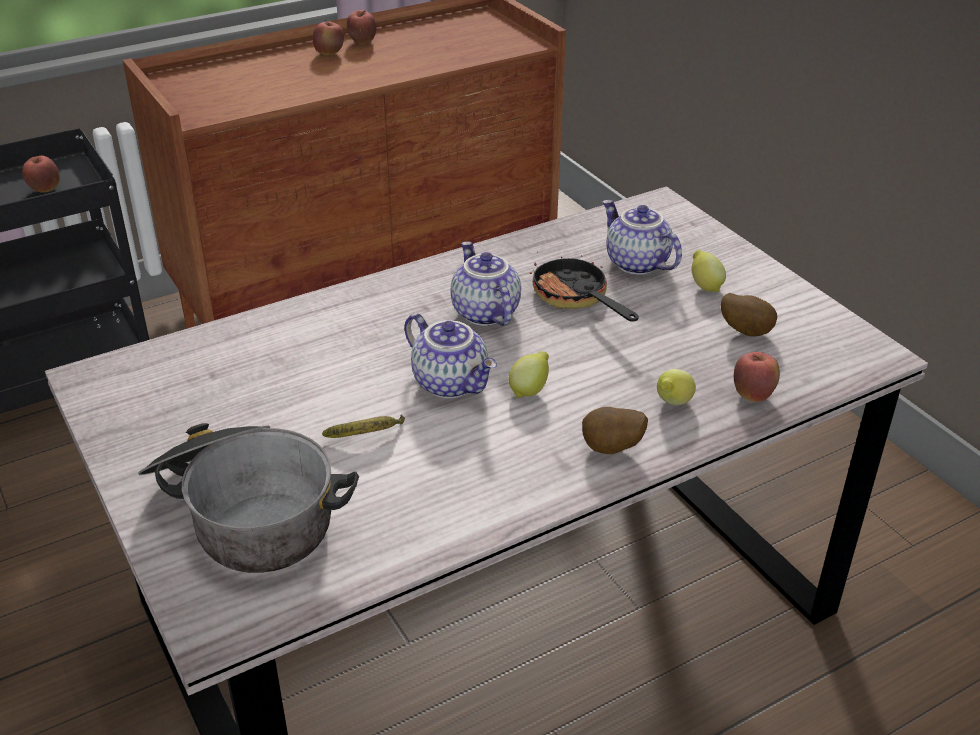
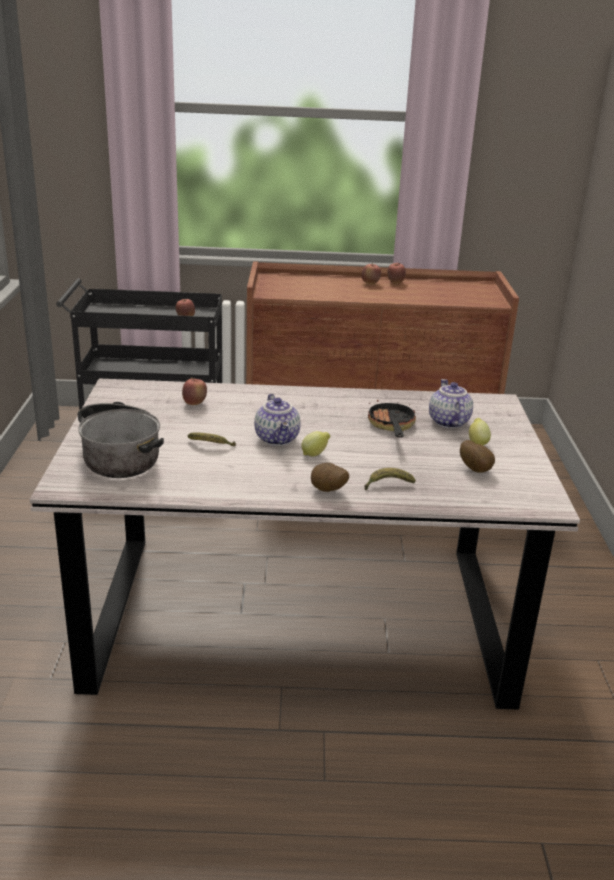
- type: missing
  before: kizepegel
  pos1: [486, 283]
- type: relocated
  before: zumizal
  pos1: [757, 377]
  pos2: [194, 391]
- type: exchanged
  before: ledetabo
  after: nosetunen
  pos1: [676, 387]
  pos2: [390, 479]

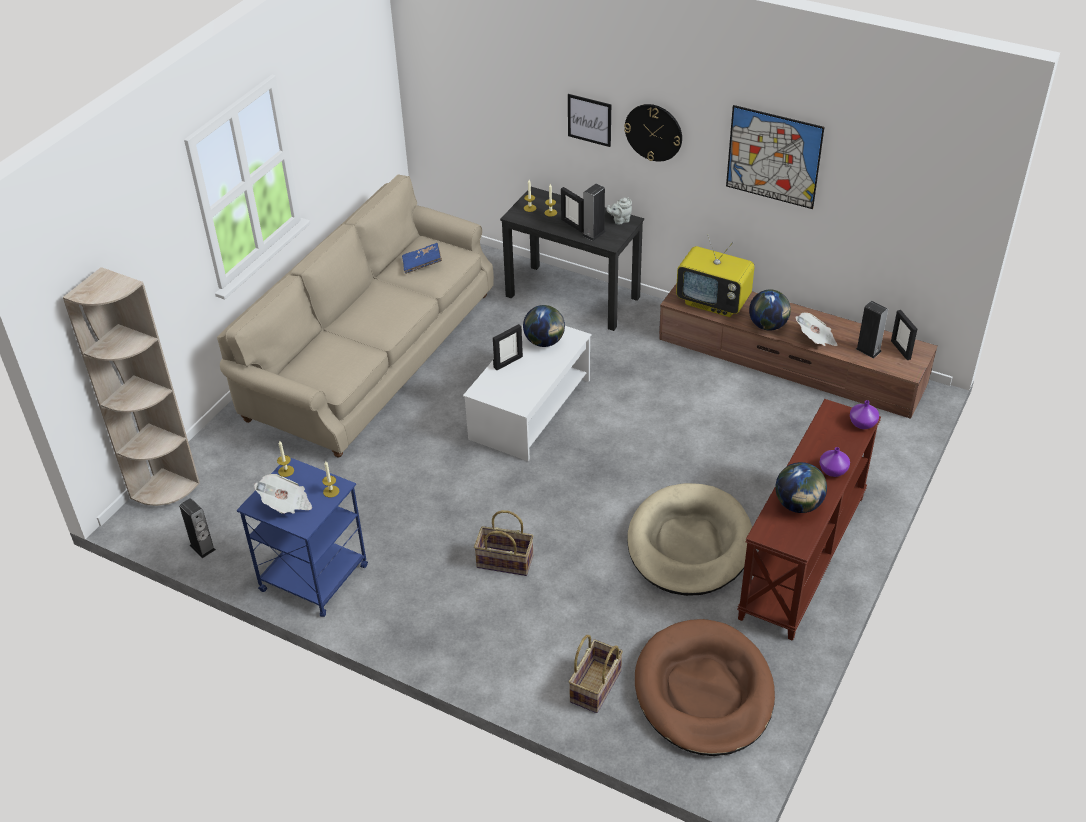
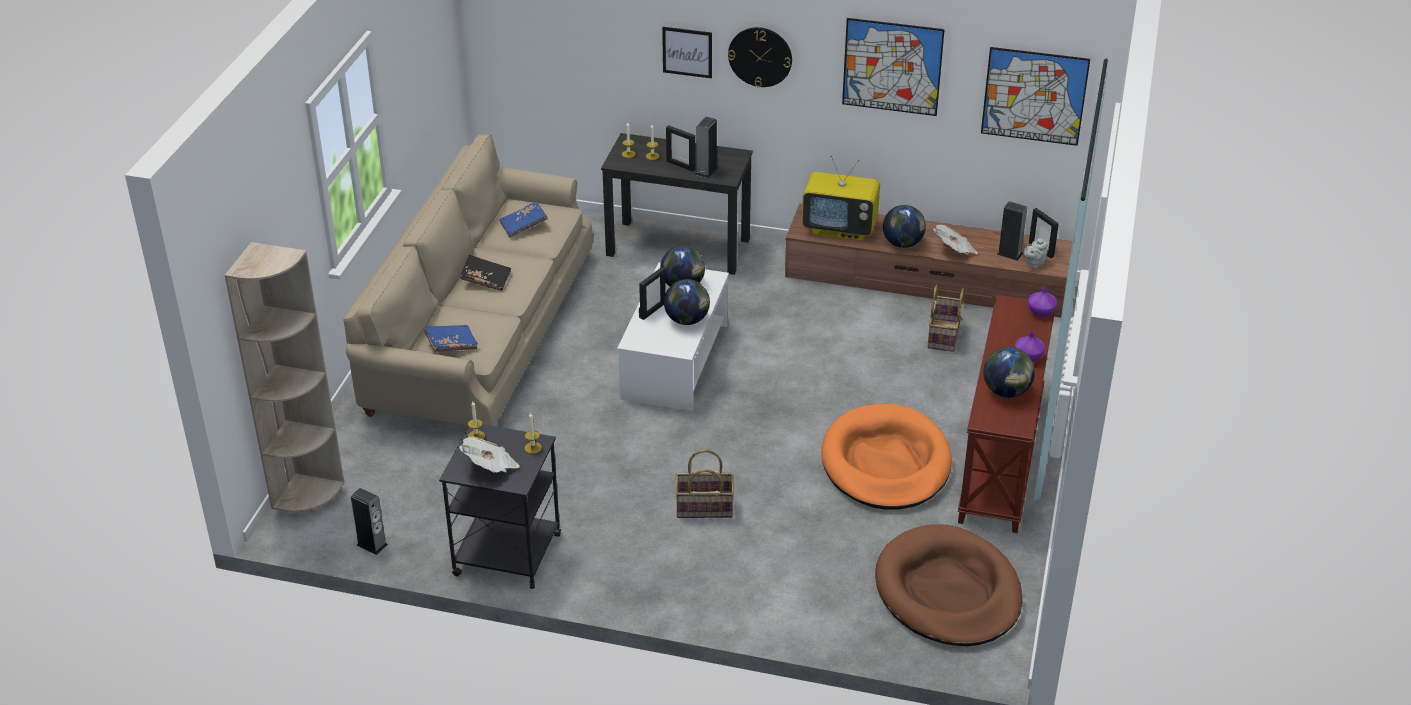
- type: relocated
  before: grey_kizepegel
  pos1: [619, 211]
  pos2: [1036, 253]
- type: colour
  before: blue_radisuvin
  after: black_radisuvin
  pos1: [302, 537]
  pos2: [500, 506]
- type: colour
  before: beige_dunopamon
  after: orange_dunopamon
  pos1: [689, 539]
  pos2: [886, 456]
- type: relocated
  before: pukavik
  pos1: [595, 674]
  pos2: [945, 318]
- type: appeared
  after: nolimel
  pos2: [1035, 96]
- type: appeared
  after: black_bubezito
  pos2: [485, 273]
- type: appeared
  after: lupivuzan
  pos2: [687, 302]
- type: appeared
  after: blue_bubezito
  pos2: [451, 338]

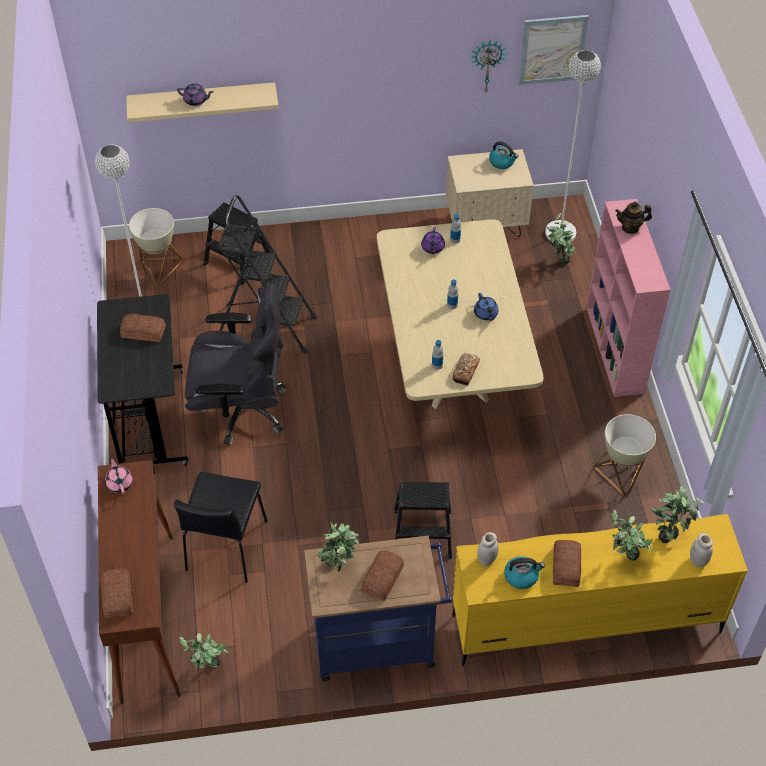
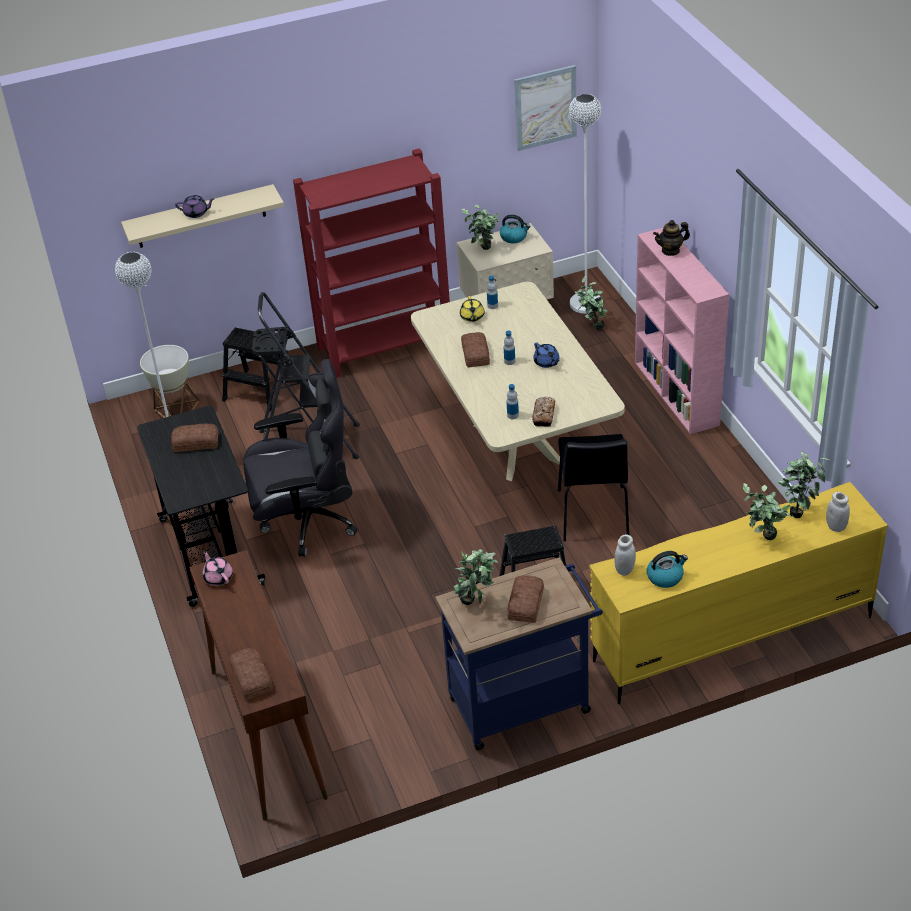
- type: missing
  before: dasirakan
  pos1: [489, 66]
- type: colour
  before: purple_kizepegel
  after: yellow_kizepegel
  pos1: [433, 240]
  pos2: [472, 309]
- type: missing
  before: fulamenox
  pos1: [625, 455]
- type: relocated
  before: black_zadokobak
  pos1: [221, 527]
  pos2: [593, 488]
- type: relocated
  before: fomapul
  pos1: [567, 563]
  pos2: [475, 350]
- type: relocated
  before: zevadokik
  pos1: [204, 651]
  pos2: [481, 227]
- type: appeared
  after: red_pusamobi
  pos2: [371, 263]

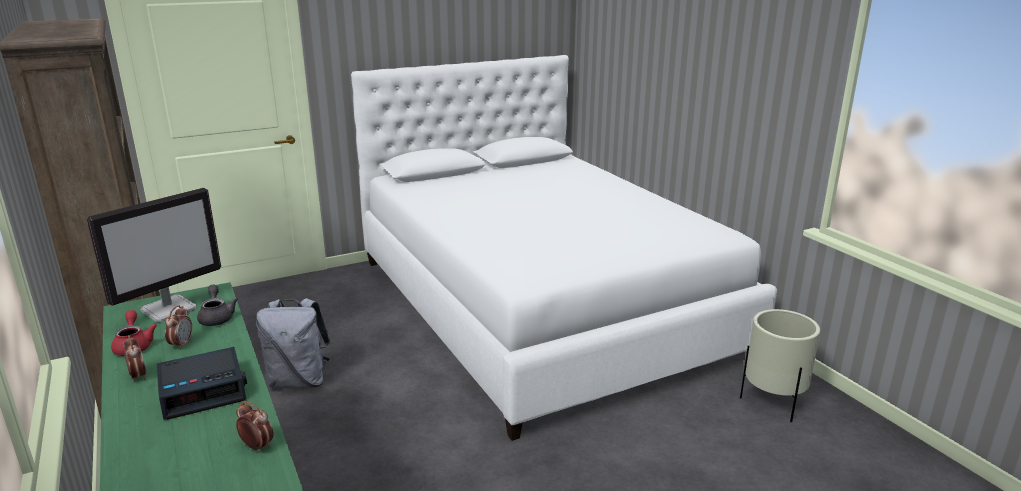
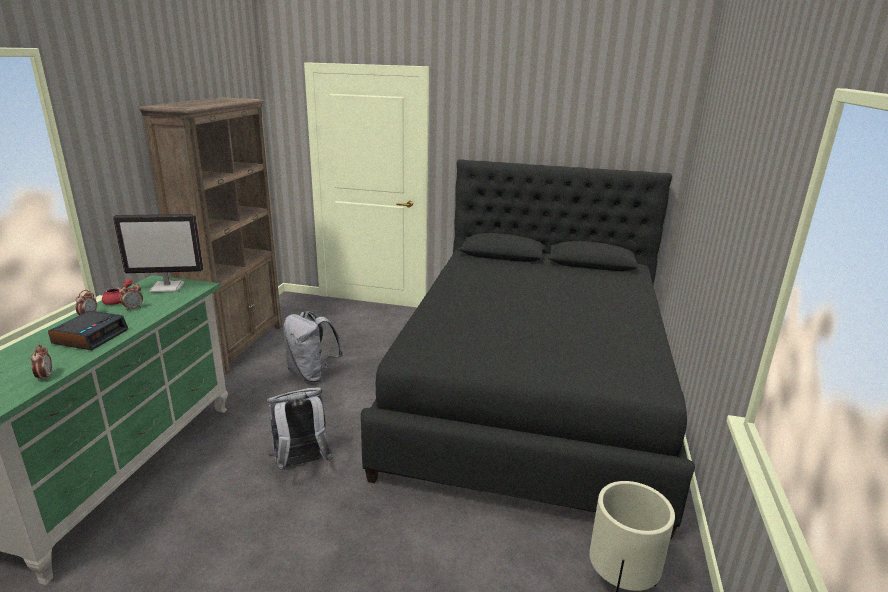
- type: colour
  before: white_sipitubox
  after: black_sipitubox
  pos1: [564, 248]
  pos2: [528, 349]
- type: missing
  before: grey_kizepegel
  pos1: [217, 305]
- type: spun
  before: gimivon
  pos1: [202, 383]
  pos2: [88, 330]
  turn: -90
- type: appeared
  after: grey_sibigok
  pos2: [300, 429]

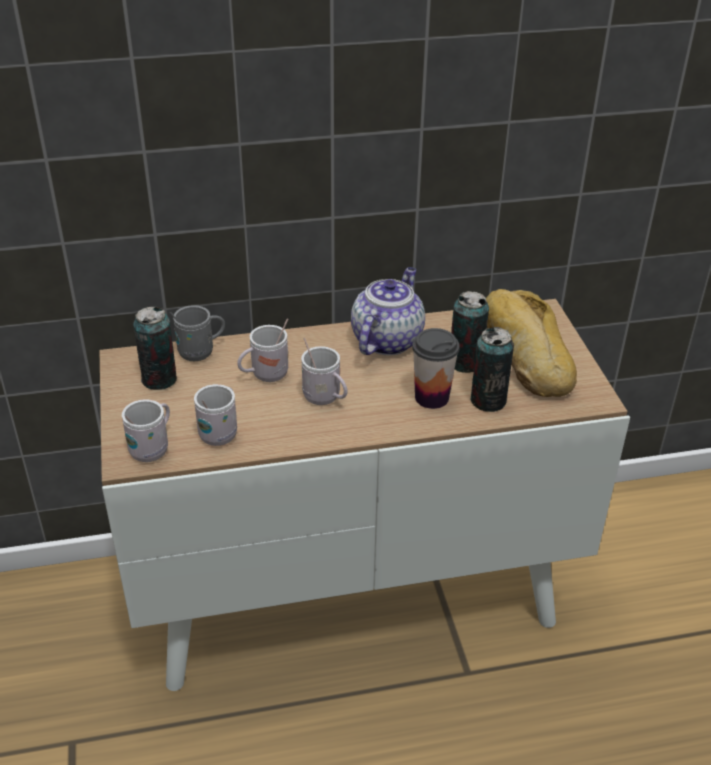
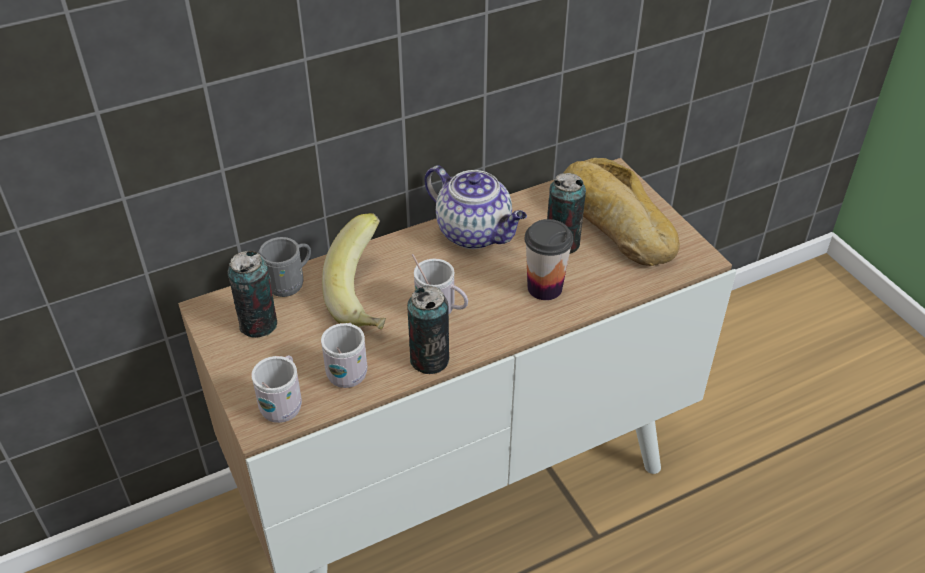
- type: spun
  before: kizepegel
  pos1: [388, 311]
  pos2: [476, 207]
  turn: 120
- type: exchanged
  before: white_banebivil
  after: nosetunen
  pos1: [262, 350]
  pos2: [354, 271]
- type: relocated
  before: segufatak
  pos1: [492, 369]
  pos2: [428, 329]

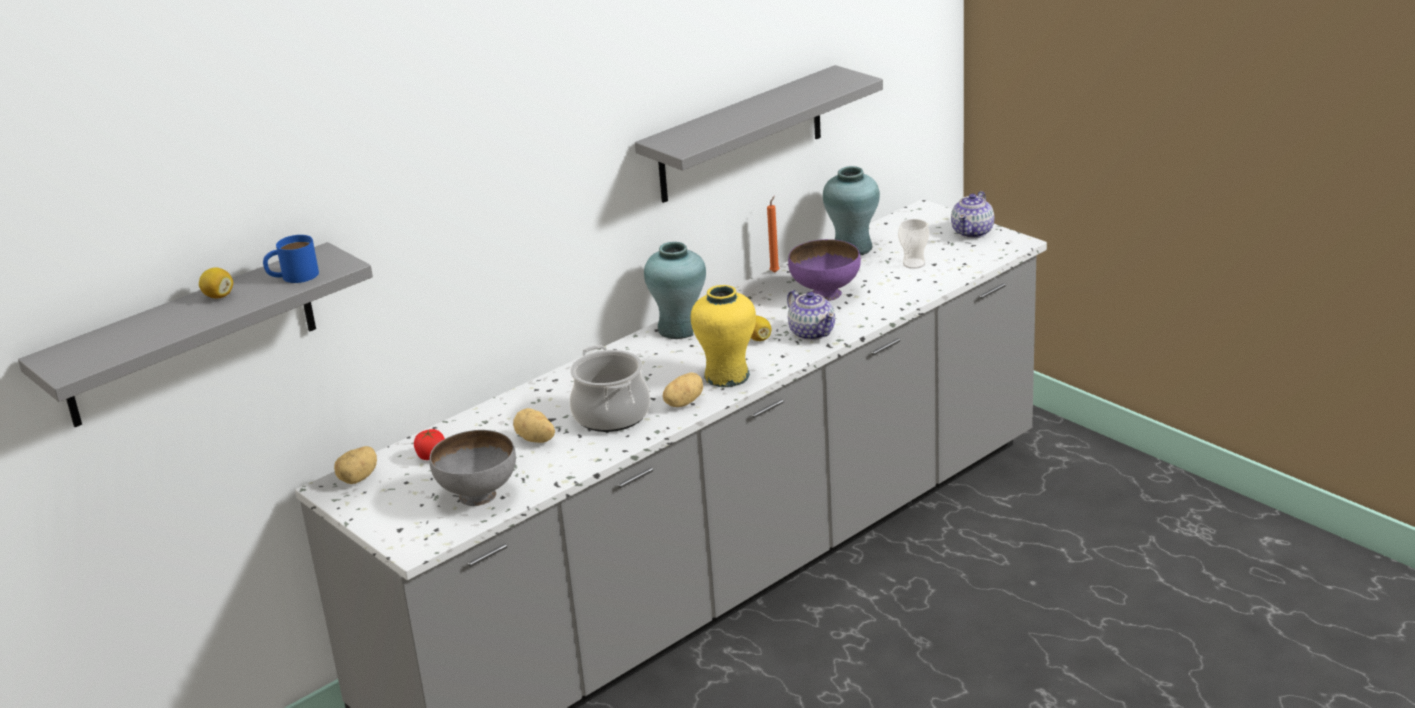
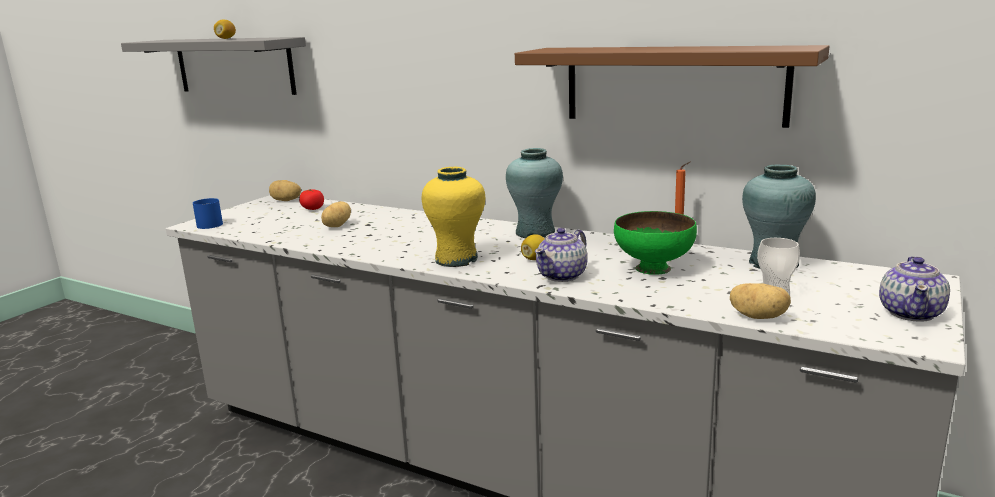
- type: colour
  before: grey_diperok
  after: brown_diperok
  pos1: [759, 134]
  pos2: [672, 86]
- type: spun
  before: kizepegel
  pos1: [972, 214]
  pos2: [914, 289]
  turn: -75
- type: relocated
  before: blue_banebivil
  pos1: [291, 259]
  pos2: [208, 213]
- type: colour
  before: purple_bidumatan
  after: green_bidumatan
  pos1: [824, 270]
  pos2: [655, 243]
- type: missing
  before: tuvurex
  pos1: [610, 388]
- type: relocated
  before: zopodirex
  pos1: [683, 389]
  pos2: [760, 301]
- type: missing
  before: grey_bidumatan
  pos1: [473, 468]

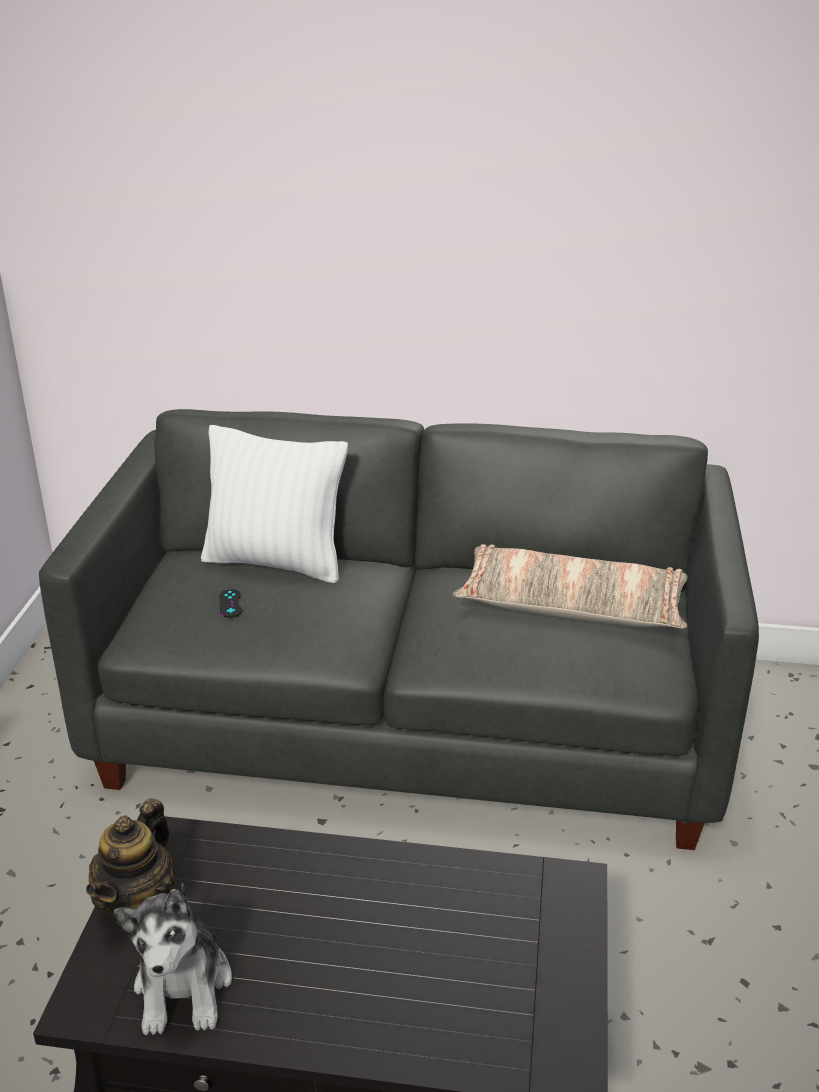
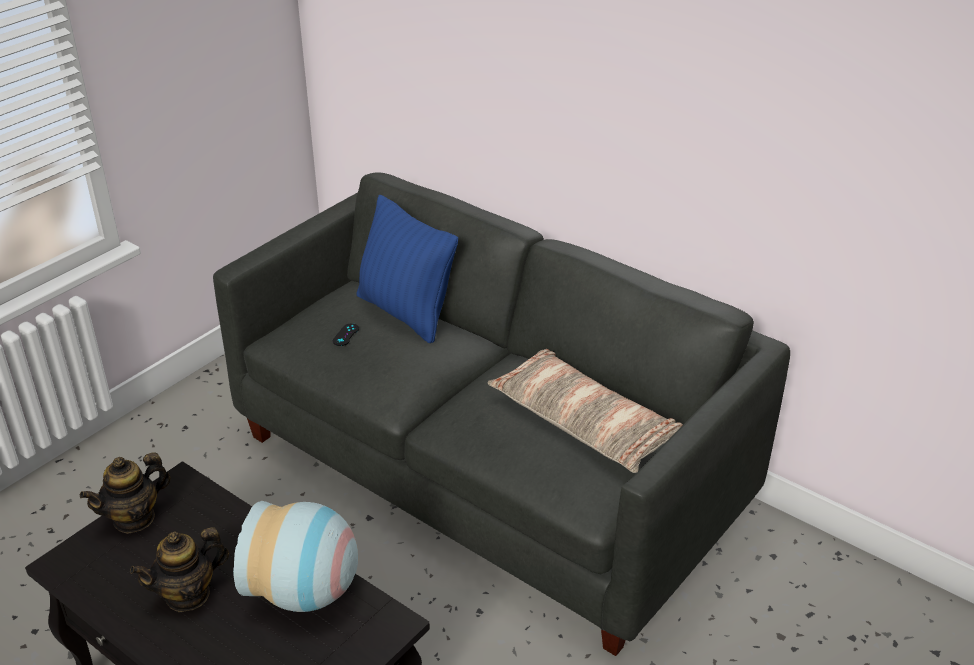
- type: colour
  before: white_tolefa
  after: blue_tolefa
  pos1: [274, 504]
  pos2: [407, 268]
- type: missing
  before: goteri
  pos1: [173, 958]
- type: appeared
  after: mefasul
  pos2: [295, 556]
- type: appeared
  after: kizepegel
  pos2: [179, 569]

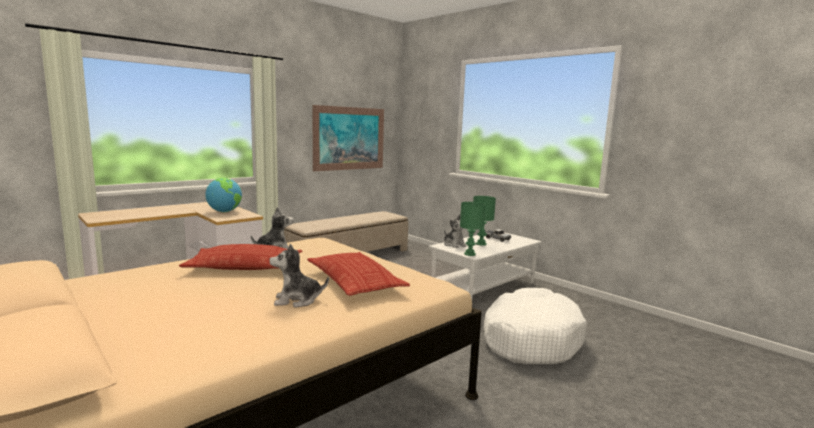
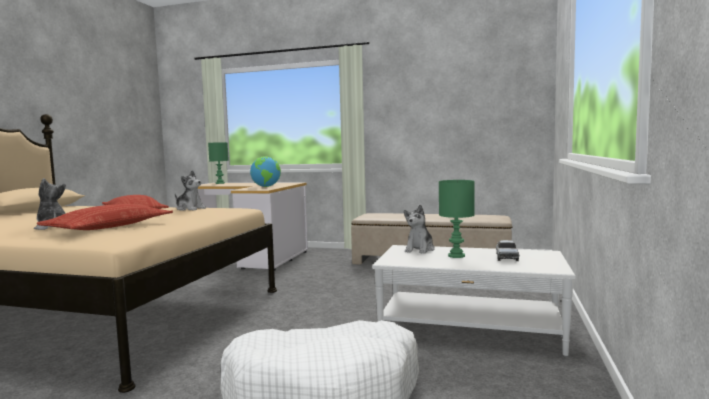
- type: missing
  before: nolimel
  pos1: [348, 138]
- type: relocated
  before: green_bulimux
  pos1: [472, 229]
  pos2: [218, 163]

